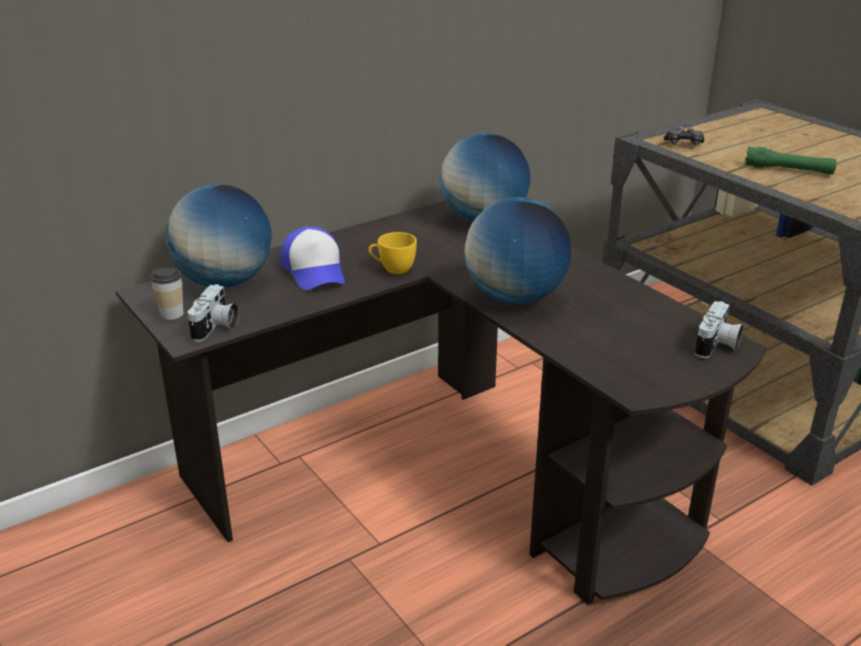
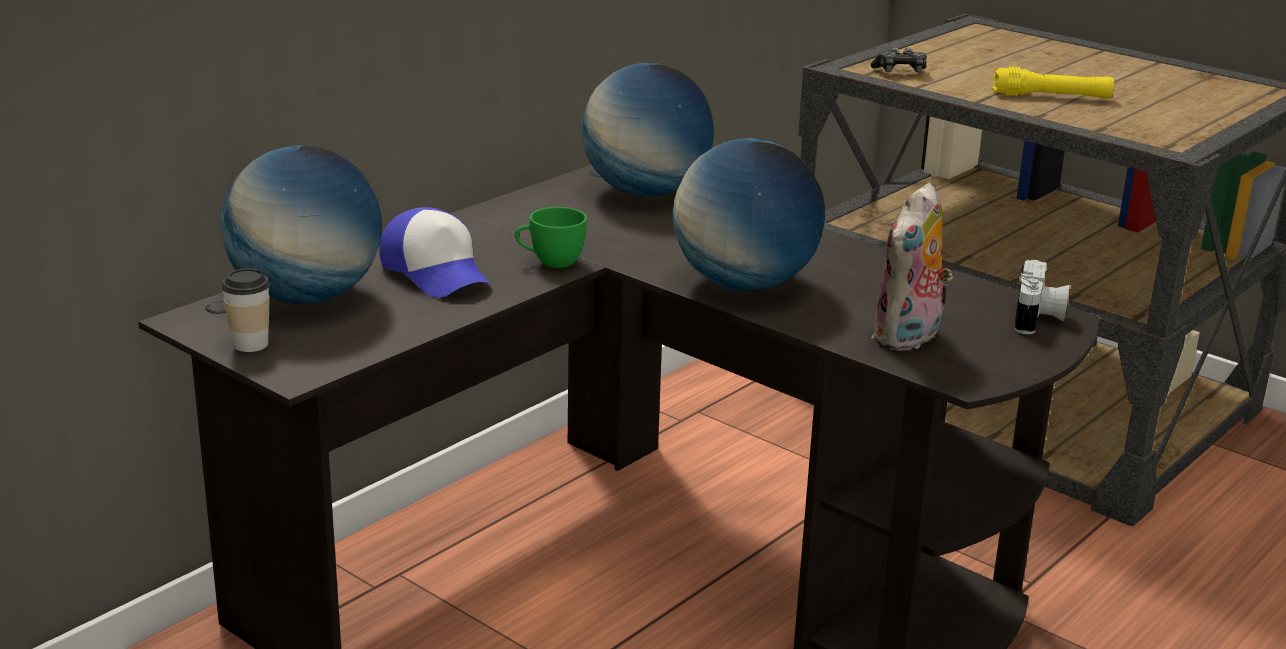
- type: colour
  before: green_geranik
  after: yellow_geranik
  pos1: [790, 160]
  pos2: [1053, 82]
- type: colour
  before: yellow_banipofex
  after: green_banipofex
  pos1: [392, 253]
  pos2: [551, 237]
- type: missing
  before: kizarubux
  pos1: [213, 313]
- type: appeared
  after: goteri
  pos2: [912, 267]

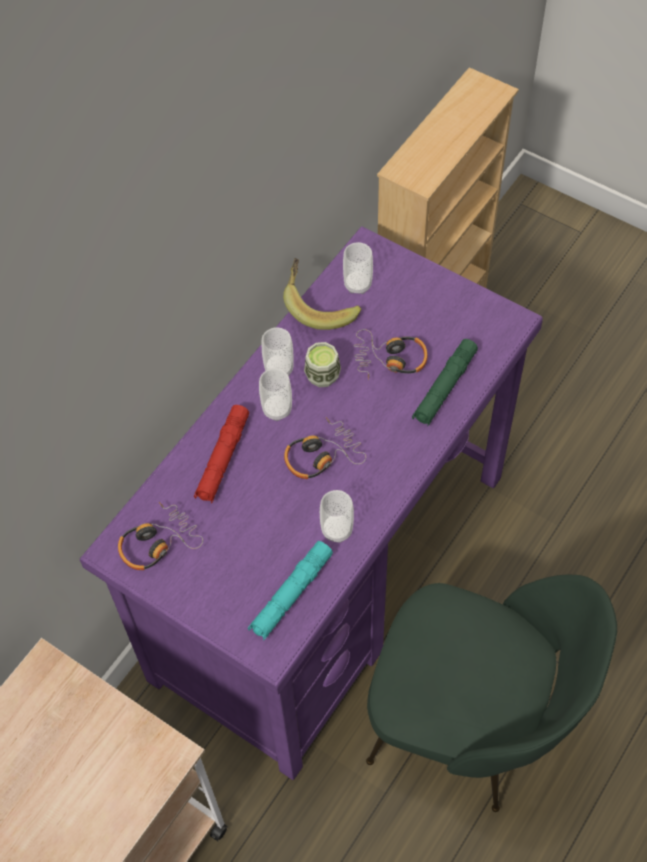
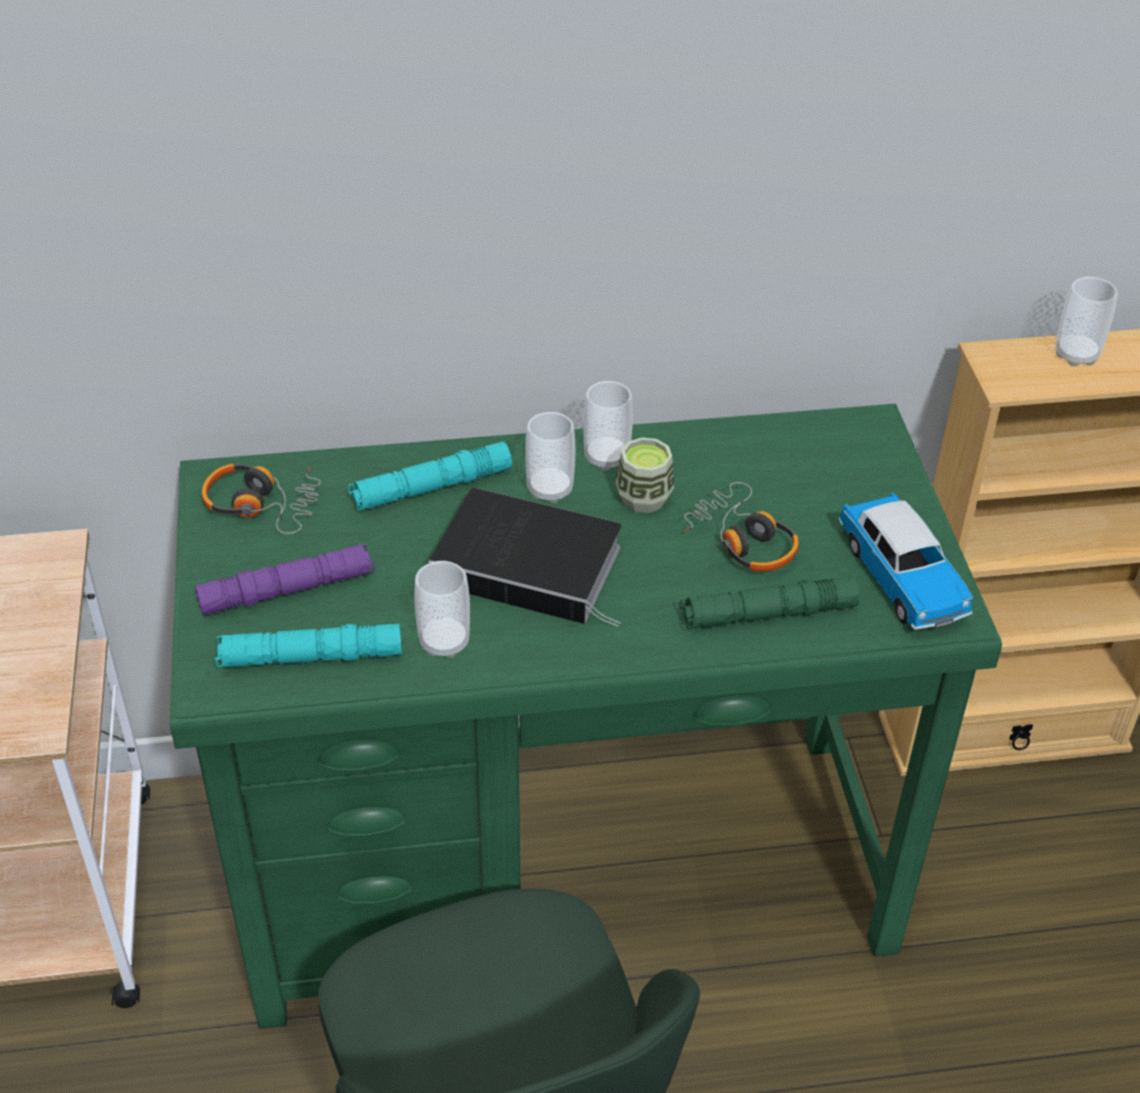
- type: colour
  before: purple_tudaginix
  after: green_tudaginix
  pos1: [311, 503]
  pos2: [586, 716]
- type: relocated
  before: banipofex
  pos1: [358, 268]
  pos2: [1086, 321]
- type: missing
  before: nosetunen
  pos1: [322, 294]
- type: colour
  before: red_geranik
  after: turquoise_geranik
  pos1: [222, 454]
  pos2: [430, 476]
- type: exchanged
  before: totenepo
  after: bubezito
  pos1: [325, 448]
  pos2: [525, 557]
- type: appeared
  after: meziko
  pos2: [905, 561]
- type: appeared
  after: purple_geranik
  pos2: [285, 580]

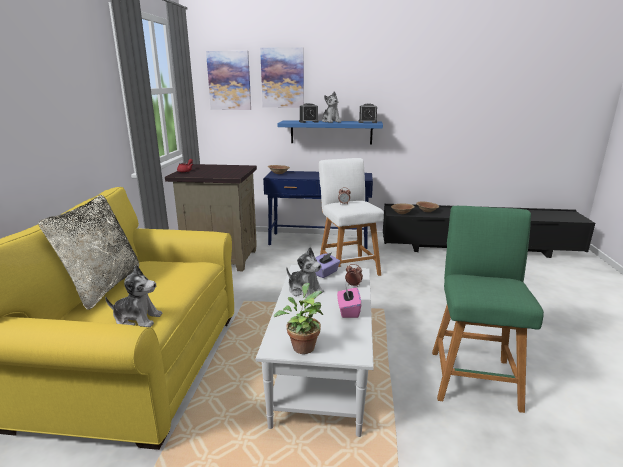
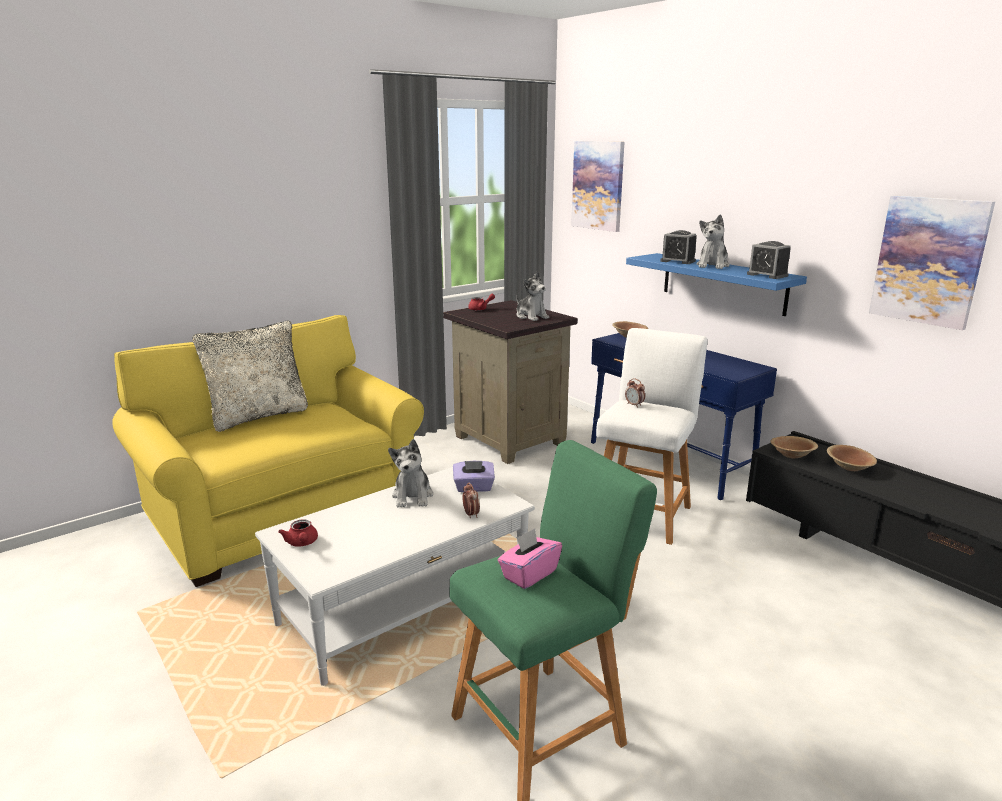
- type: relocated
  before: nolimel
  pos1: [282, 77]
  pos2: [932, 262]
- type: relocated
  before: goteri
  pos1: [134, 296]
  pos2: [532, 296]
- type: exchanged
  before: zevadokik
  after: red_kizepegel
  pos1: [298, 318]
  pos2: [298, 532]
- type: relocated
  before: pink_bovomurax
  pos1: [349, 302]
  pos2: [530, 558]

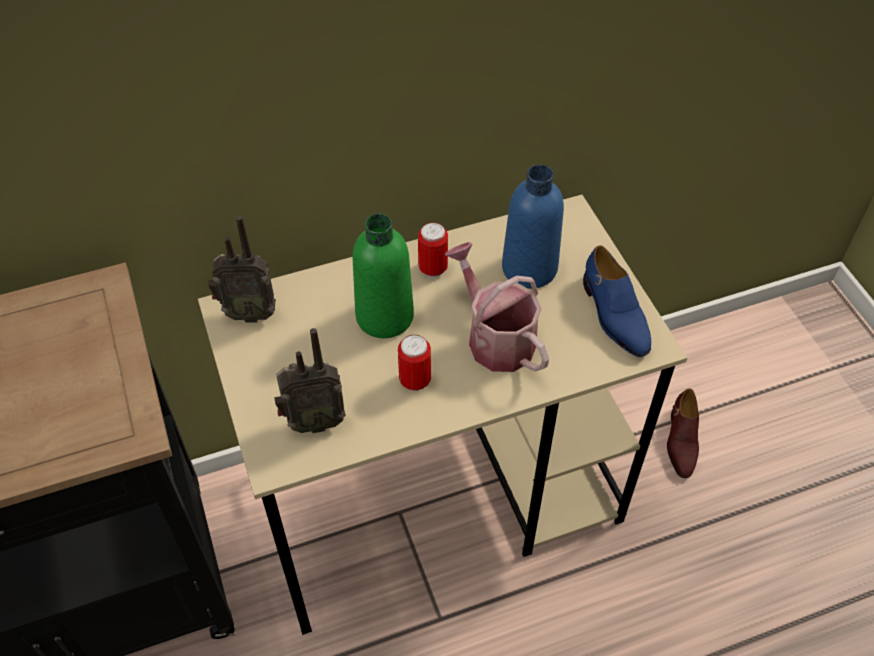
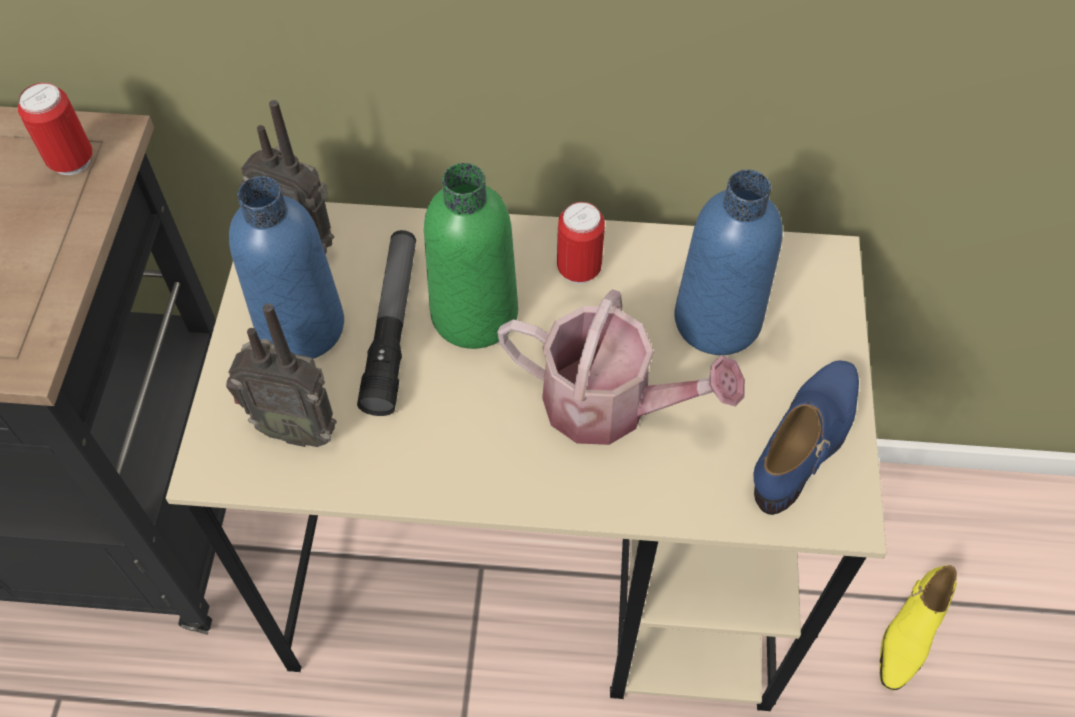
- type: spun
  before: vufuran
  pos1: [497, 307]
  pos2: [621, 367]
  turn: 120
- type: spun
  before: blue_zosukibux
  pos1: [617, 301]
  pos2: [806, 438]
  turn: -150
- type: relocated
  before: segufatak
  pos1: [414, 363]
  pos2: [55, 129]
- type: colour
  before: brown_zosukibux
  after: yellow_zosukibux
  pos1: [683, 433]
  pos2: [918, 627]
- type: appeared
  after: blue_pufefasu
  pos2: [286, 267]
- type: appeared
  after: geranik
  pos2: [386, 323]

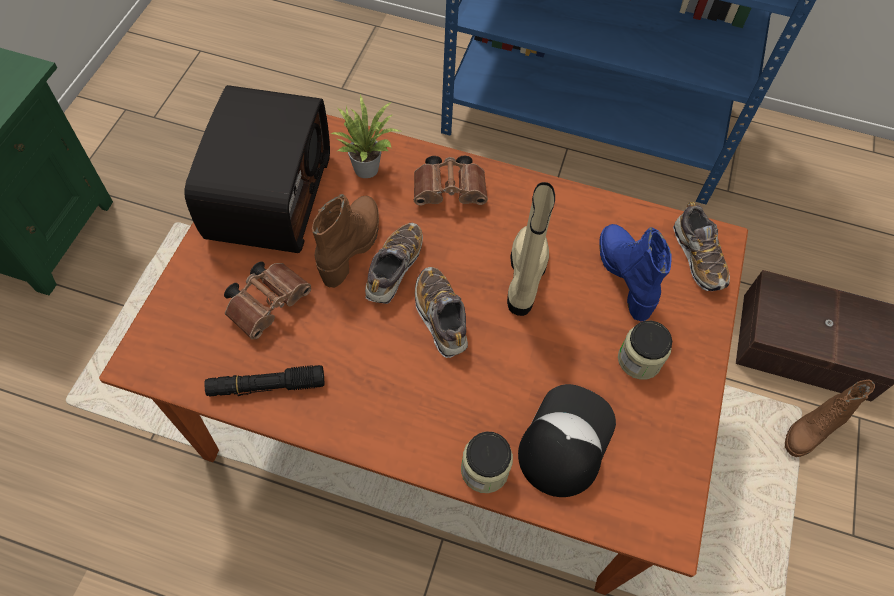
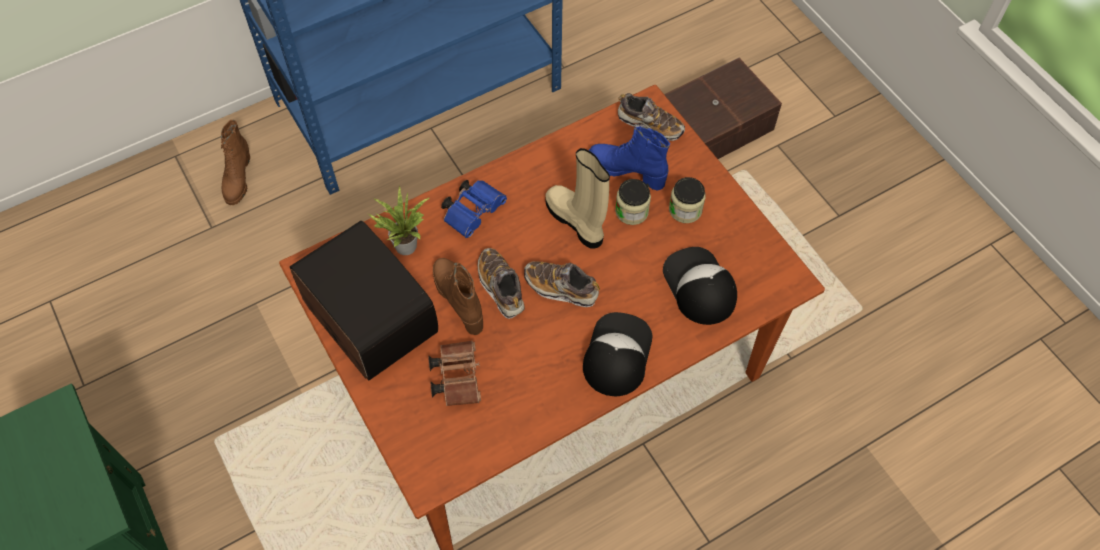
- type: colour
  before: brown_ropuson
  after: blue_ropuson
  pos1: [451, 181]
  pos2: [474, 209]
- type: missing
  before: black_geranik
  pos1: [264, 380]
- type: relocated
  before: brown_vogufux
  pos1: [830, 418]
  pos2: [235, 162]
- type: relocated
  before: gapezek
  pos1: [487, 462]
  pos2: [633, 202]
- type: appeared
  after: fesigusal
  pos2: [618, 354]

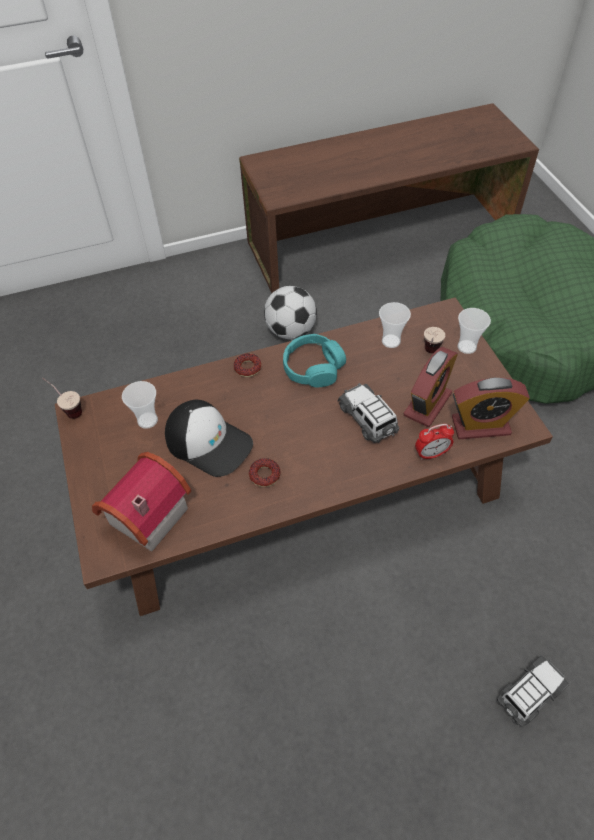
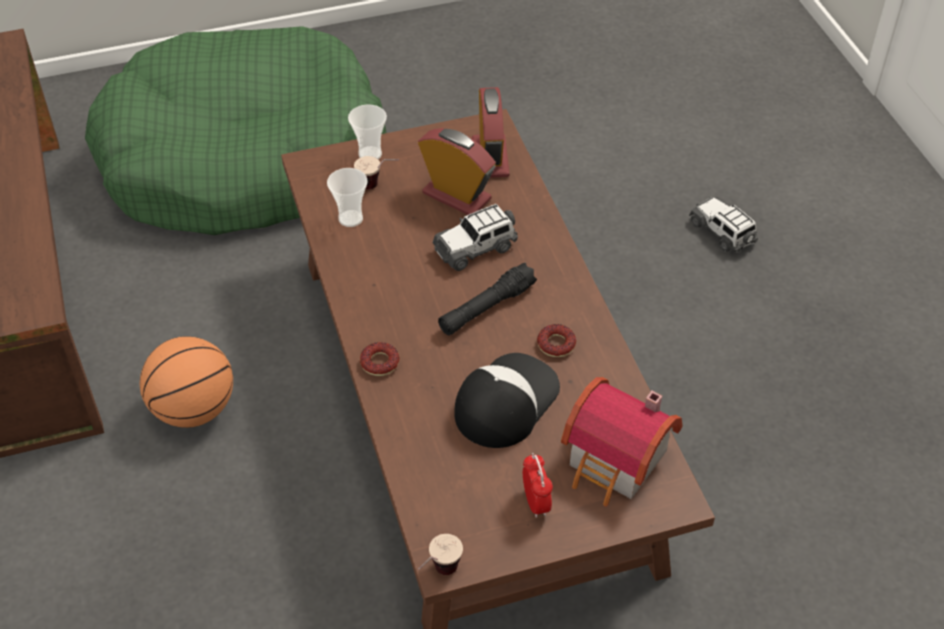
- type: exchanged
  before: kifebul
  after: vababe
  pos1: [290, 312]
  pos2: [186, 382]
- type: missing
  before: turquoise_totenepo
  pos1: [314, 361]
- type: missing
  before: banipofex
  pos1: [140, 405]
- type: relocated
  before: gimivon
  pos1: [434, 442]
  pos2: [538, 485]
- type: appeared
  after: black_geranik
  pos2: [487, 299]

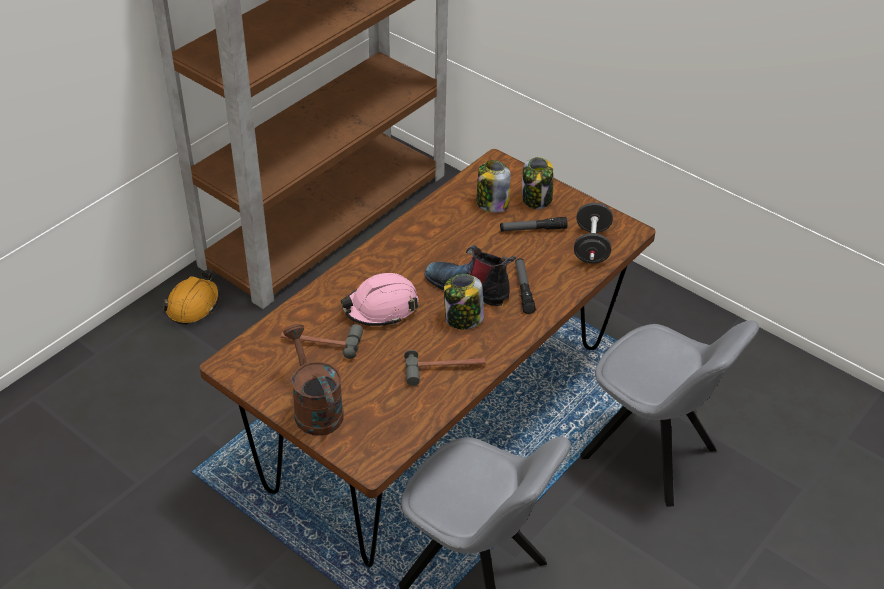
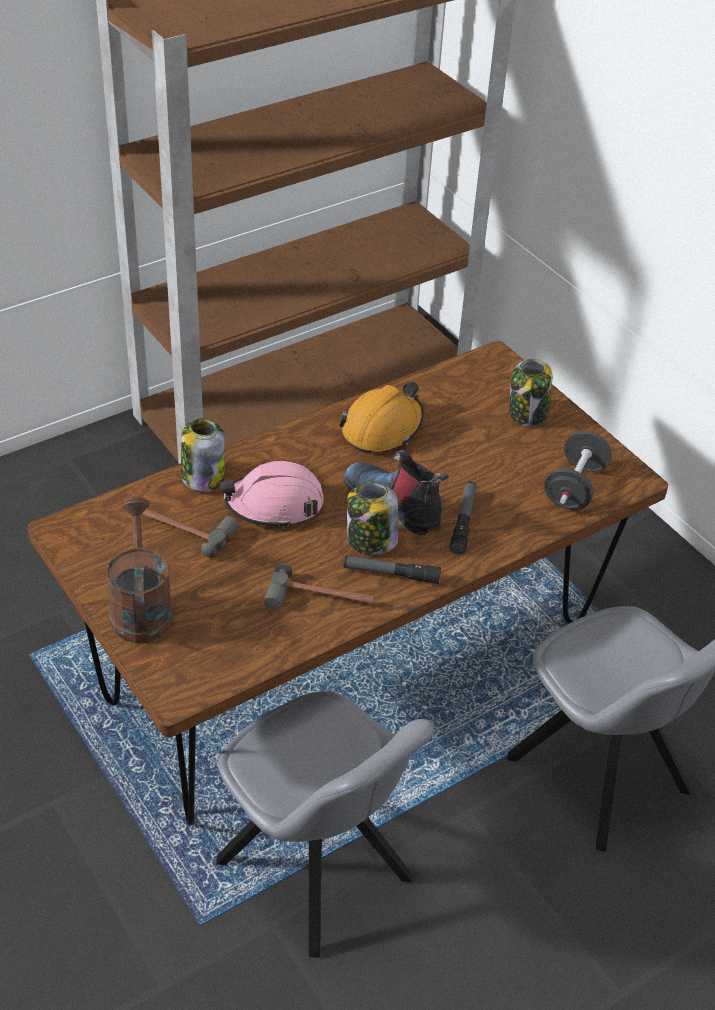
- type: relocated
  before: gapezek
  pos1: [493, 186]
  pos2: [203, 455]
- type: relocated
  before: geranik
  pos1: [534, 224]
  pos2: [392, 569]
- type: relocated
  before: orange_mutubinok
  pos1: [192, 297]
  pos2: [381, 417]

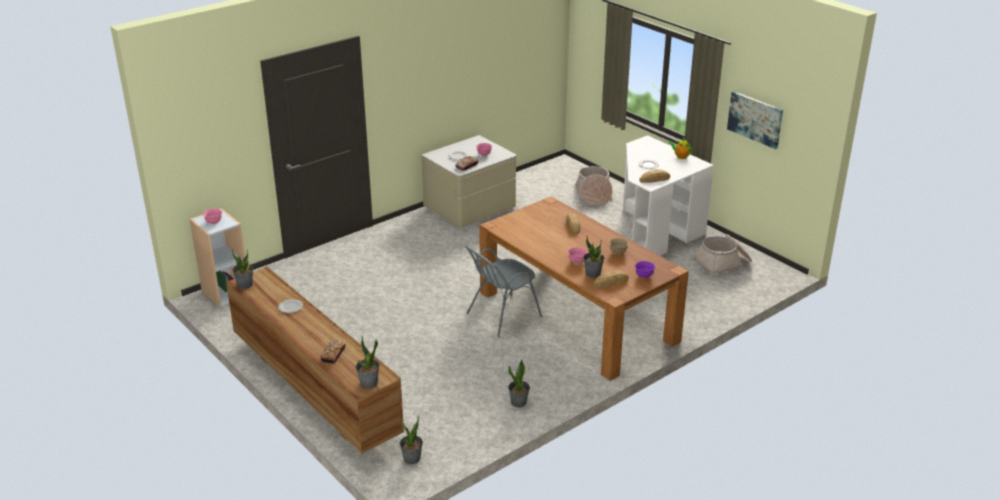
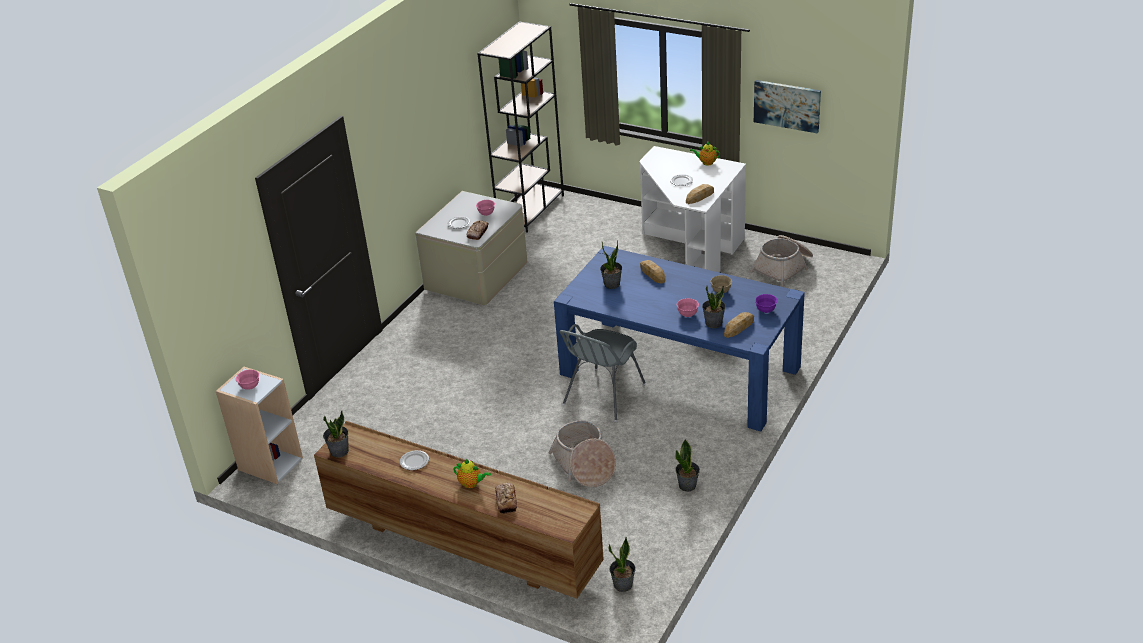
- type: relocated
  before: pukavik
  pos1: [593, 186]
  pos2: [582, 453]
- type: colour
  before: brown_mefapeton
  after: blue_mefapeton
  pos1: [584, 289]
  pos2: [679, 338]
- type: relocated
  before: zevadokik
  pos1: [368, 362]
  pos2: [611, 264]
- type: appeared
  after: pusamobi
  pos2: [520, 127]
- type: appeared
  after: kizepegel
  pos2: [472, 473]

